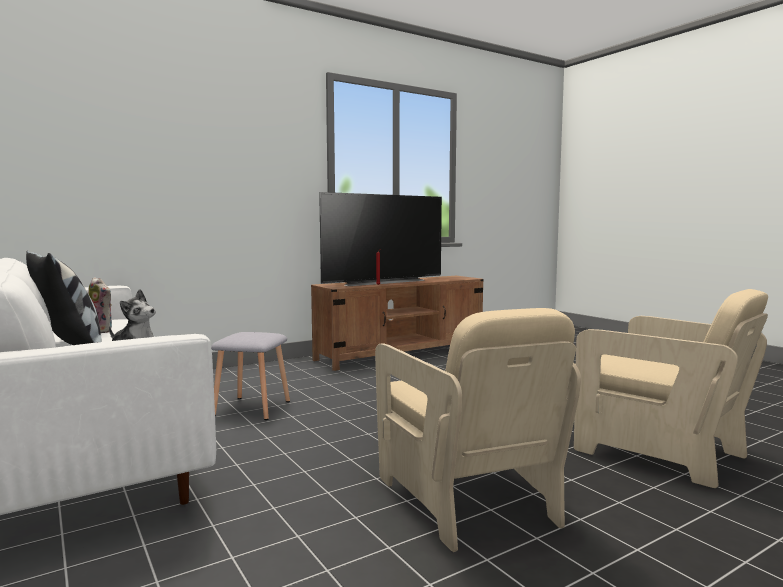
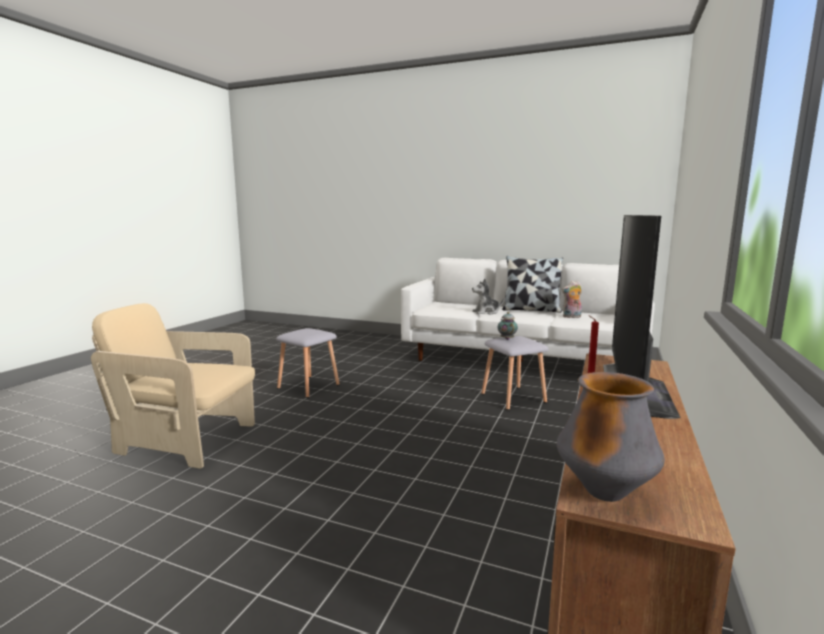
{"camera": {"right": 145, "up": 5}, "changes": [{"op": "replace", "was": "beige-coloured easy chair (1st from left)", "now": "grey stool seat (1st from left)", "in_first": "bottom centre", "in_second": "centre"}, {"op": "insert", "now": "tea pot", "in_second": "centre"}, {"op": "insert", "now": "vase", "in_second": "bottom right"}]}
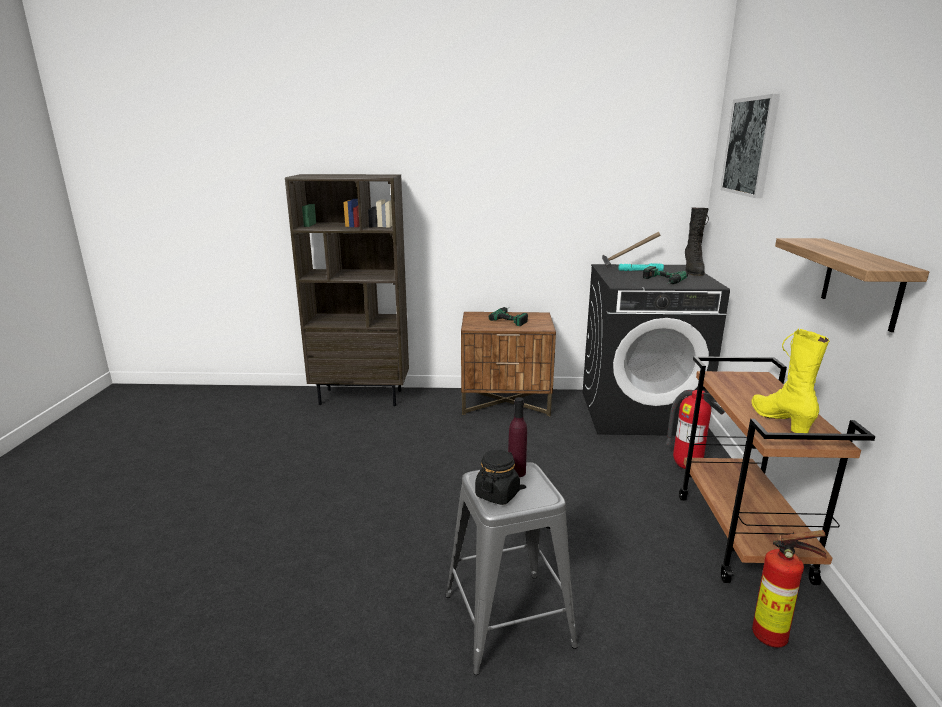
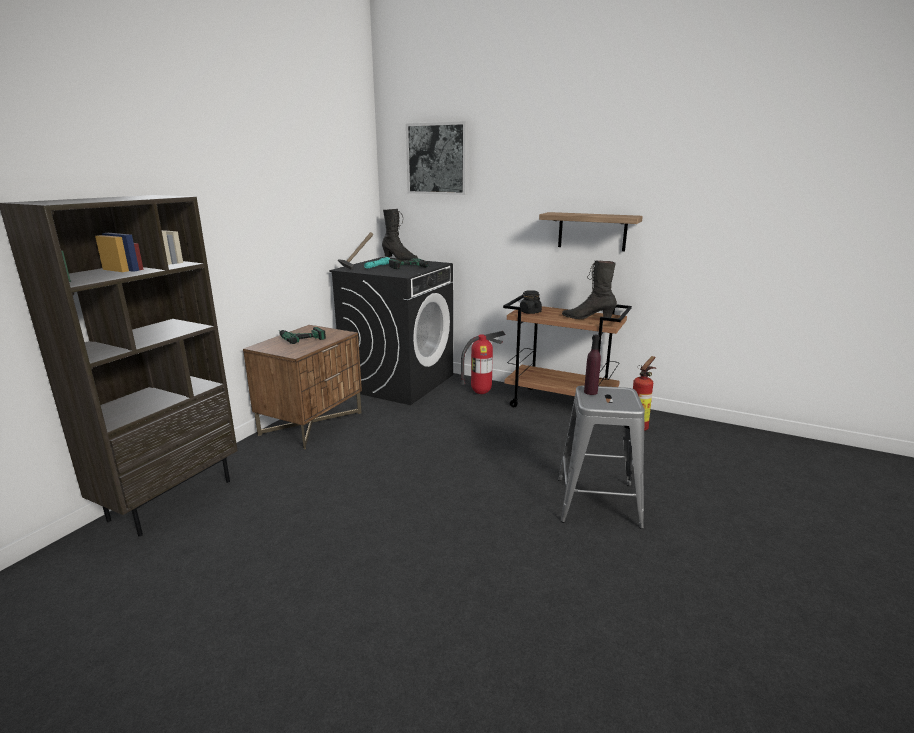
{"camera": {"right": -65, "up": 0}, "changes": [{"op": "move", "was": "black preserve jar", "in_first": "bottom centre", "in_second": "centre"}, {"op": "recolor", "was": "yellow-coloured boot", "now": "black boot (2nd from left)", "in_first": "middle right", "in_second": "centre"}]}
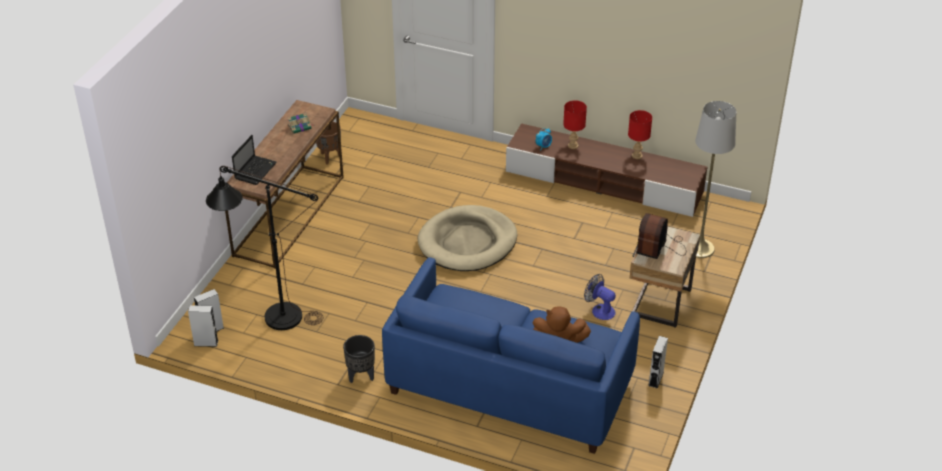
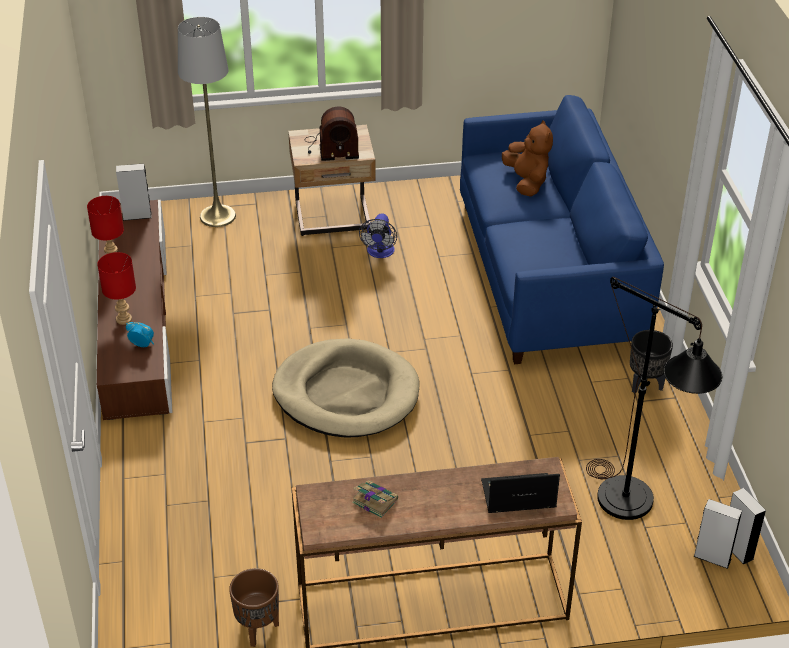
{"camera": {"right": -120, "up": 0}, "changes": [{"op": "move", "was": "grey loudspeaker (3rd from left in the first image)", "now": "grey loudspeaker (1st from left)", "in_first": "bottom right", "in_second": "top left"}]}
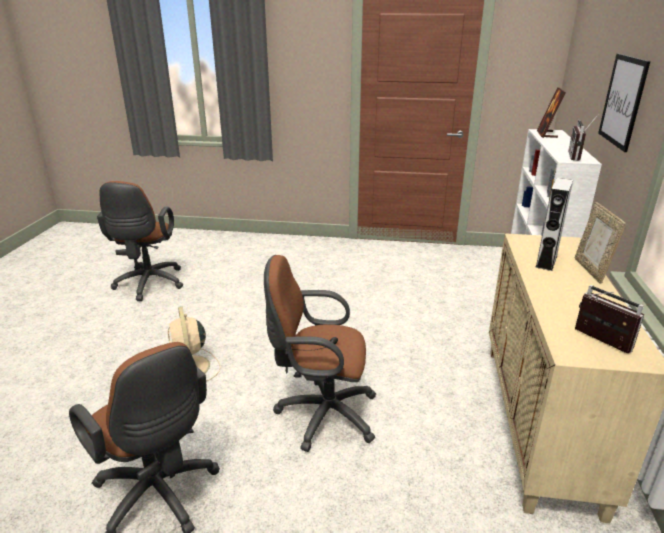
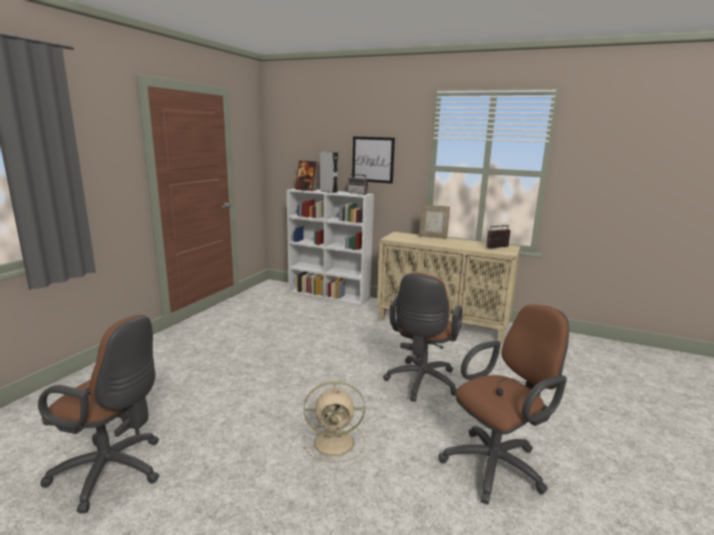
{"camera": {"right": -75, "up": -10}, "changes": [{"op": "move", "was": "grey loudspeaker", "in_first": "middle right", "in_second": "top centre"}]}
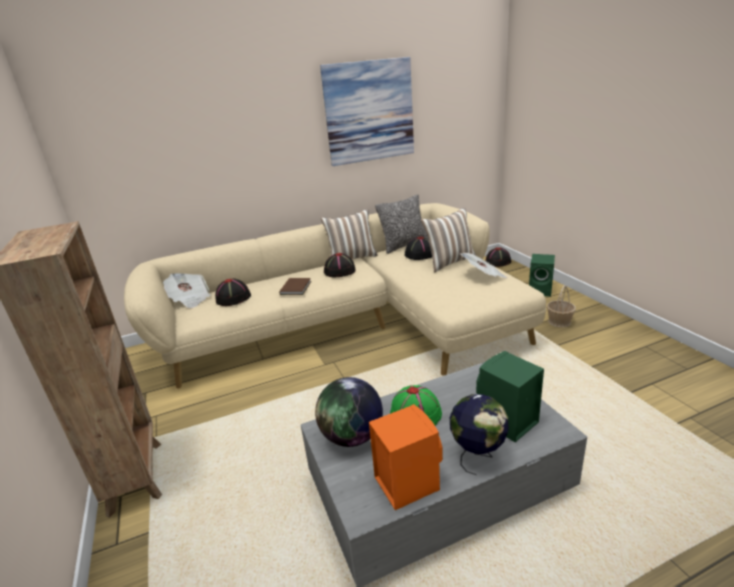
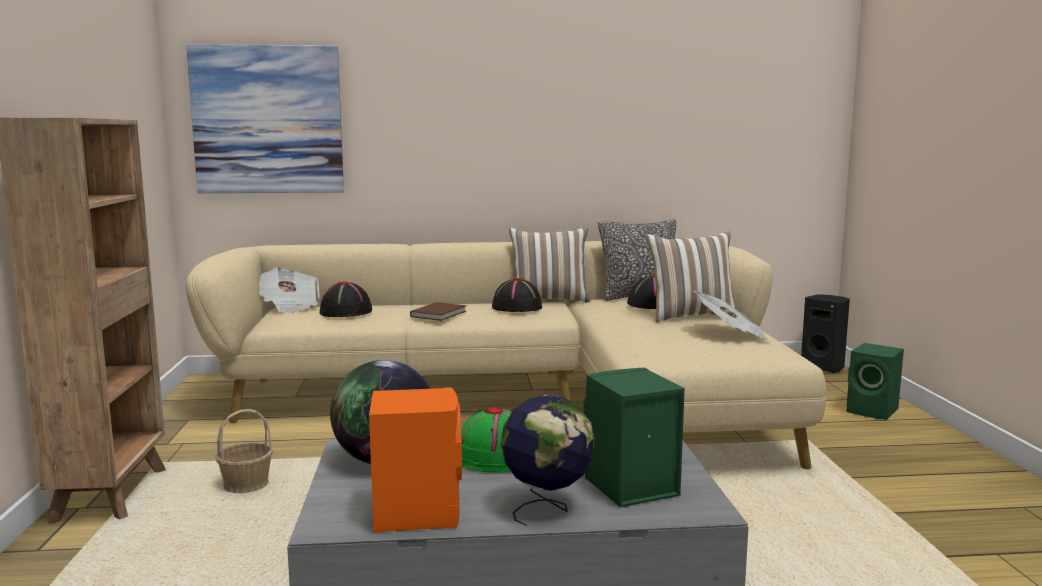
{"camera": {"right": 15, "up": -15}, "changes": [{"op": "move", "was": "wall art", "in_first": "top centre", "in_second": "top left"}, {"op": "replace", "was": "black hat (4th from left)", "now": "black loudspeaker", "in_first": "middle right", "in_second": "middle right"}, {"op": "move", "was": "storage basket", "in_first": "middle right", "in_second": "bottom left"}]}
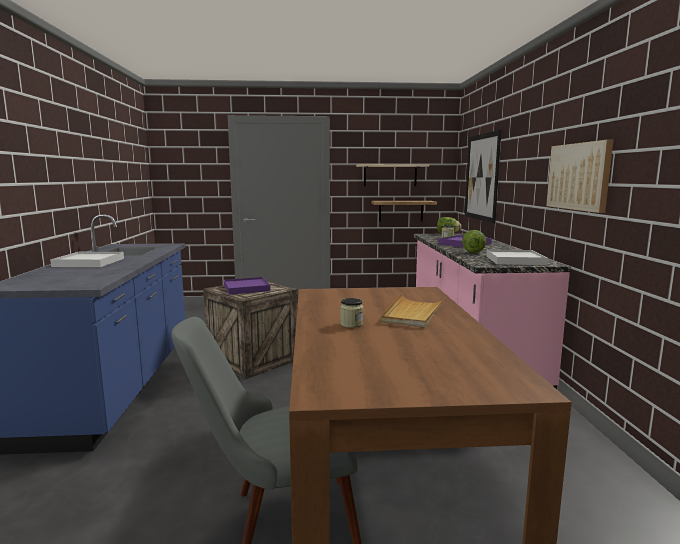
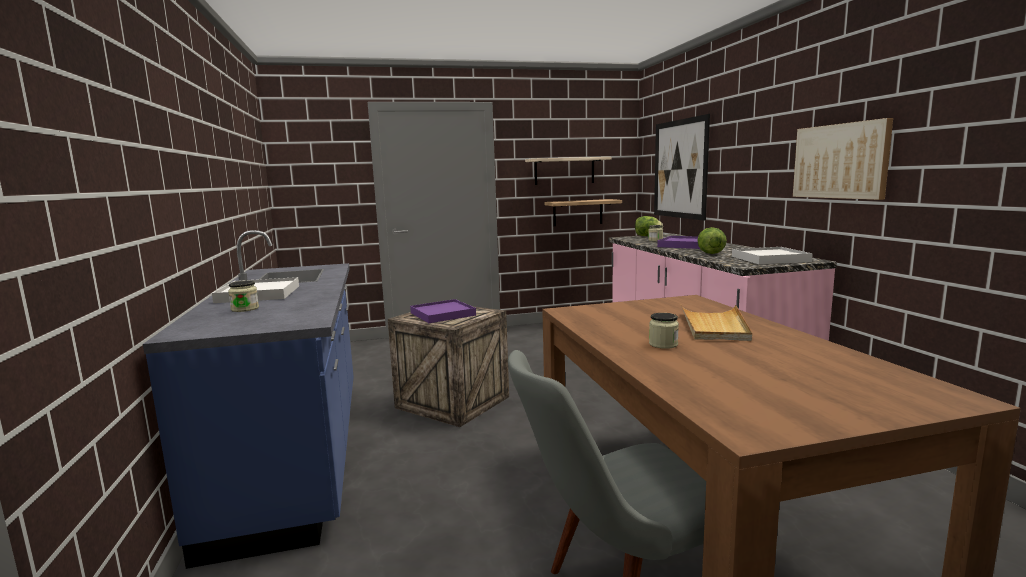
{"camera": {"right": -10, "up": 0}, "changes": [{"op": "insert", "now": "preserve jar (1st from left)", "in_second": "middle left"}]}
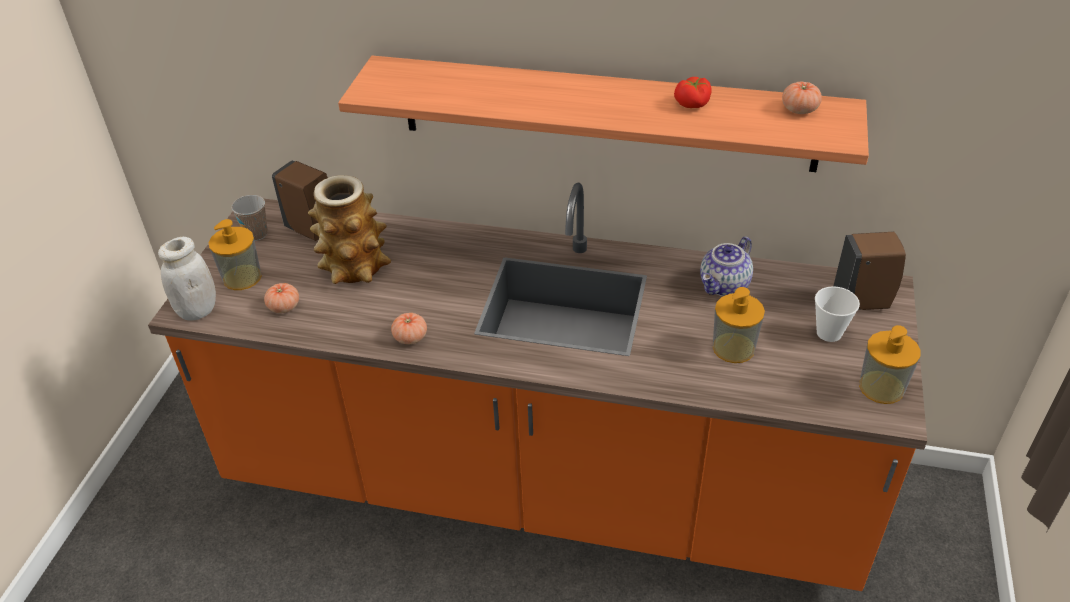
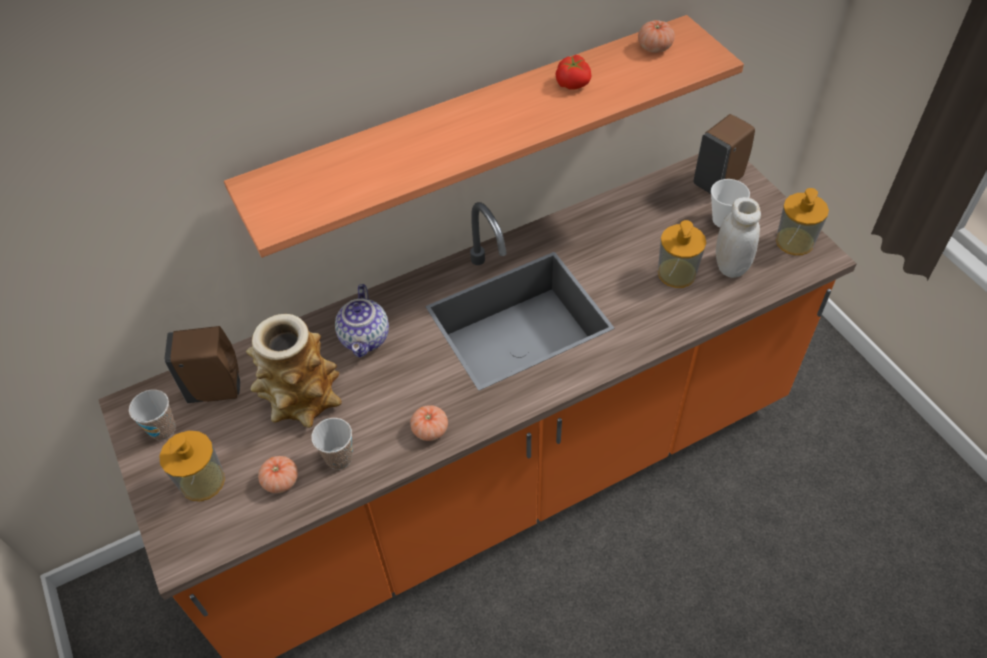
{"camera": {"right": -40, "up": 10}, "changes": [{"op": "move", "was": "white-coloured preserve jar", "in_first": "middle left", "in_second": "middle right"}, {"op": "move", "was": "tea pot", "in_first": "middle right", "in_second": "centre"}, {"op": "insert", "now": "cup (2nd from left)", "in_second": "bottom centre"}]}
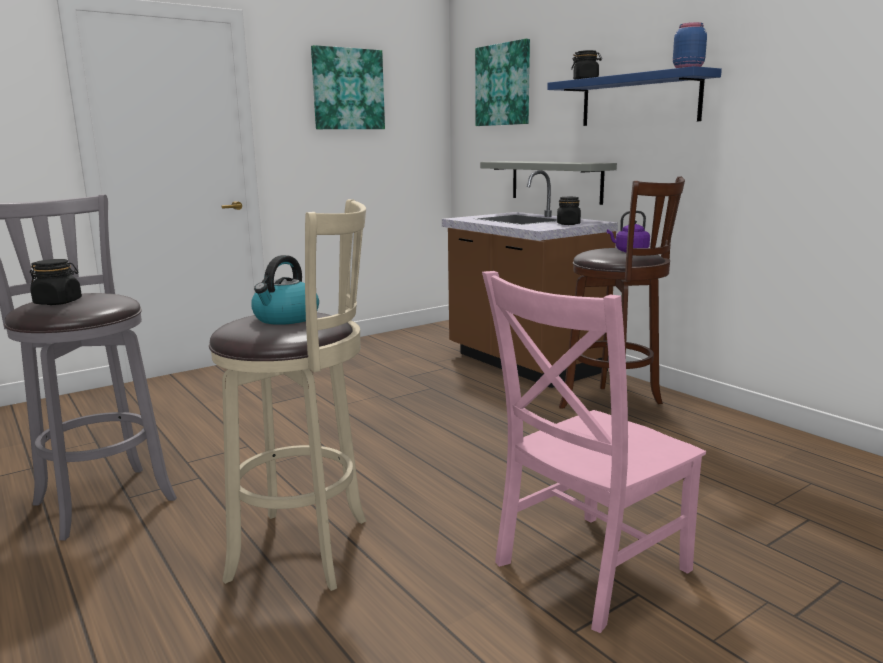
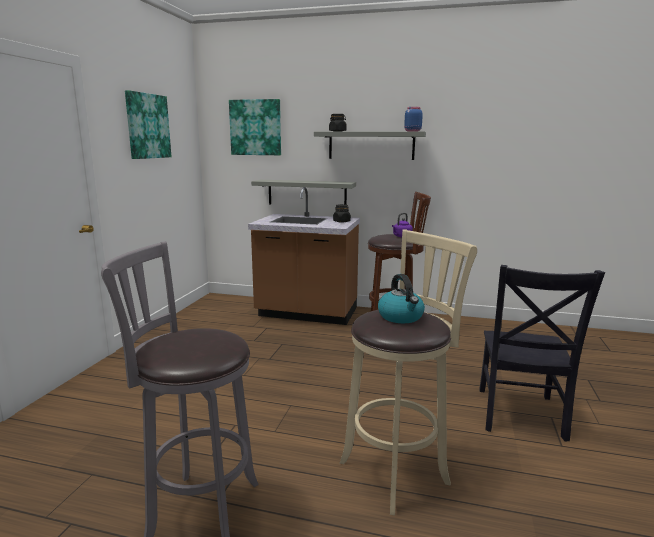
{"camera": {"right": -40, "up": 0}, "changes": [{"op": "delete", "was": "black preserve jar (1st from left)", "in_first": "middle left"}, {"op": "recolor", "was": "pink chair", "now": "black chair", "in_first": "bottom right", "in_second": "middle right"}, {"op": "recolor", "was": "blue-coloured bracket shelf", "now": "grey bracket shelf (2nd from left)", "in_first": "top right", "in_second": "top centre"}]}
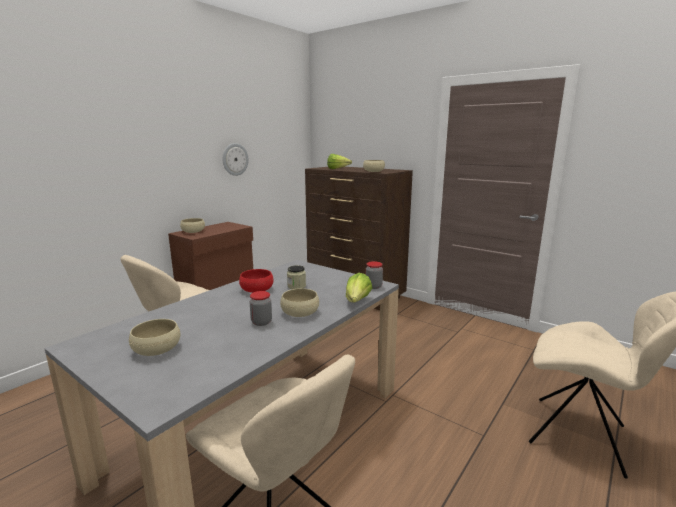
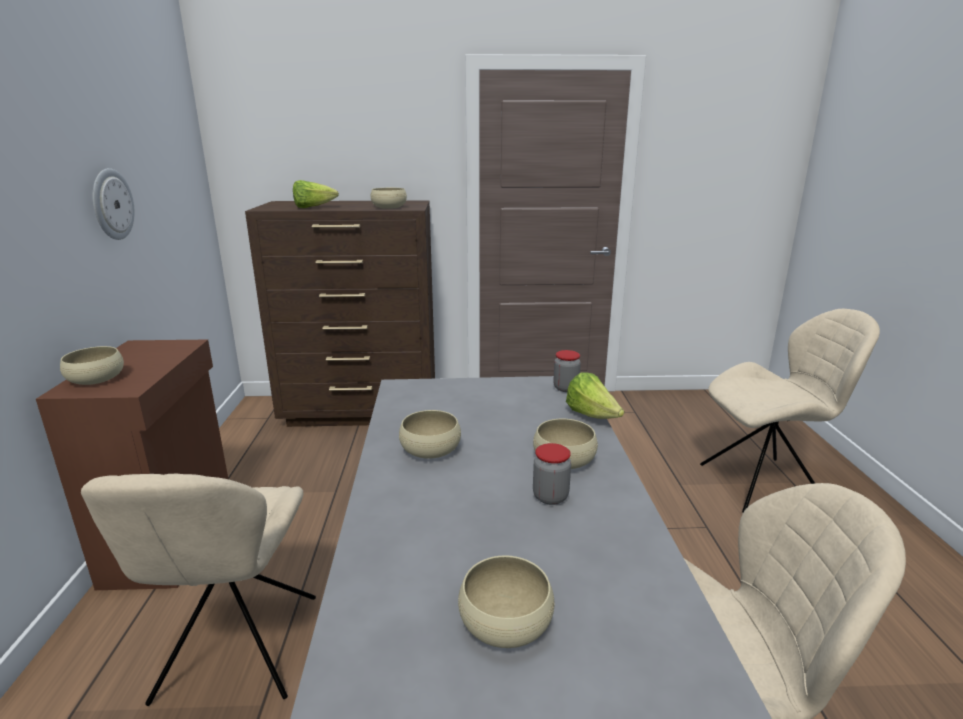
{"camera": {"right": -40, "up": 5}, "changes": [{"op": "recolor", "was": "reddish deep dish", "now": "beige-coloured deep dish (3rd from left)", "in_first": "centre", "in_second": "centre"}, {"op": "delete", "was": "preserve jar (2nd from left)", "in_first": "centre"}]}
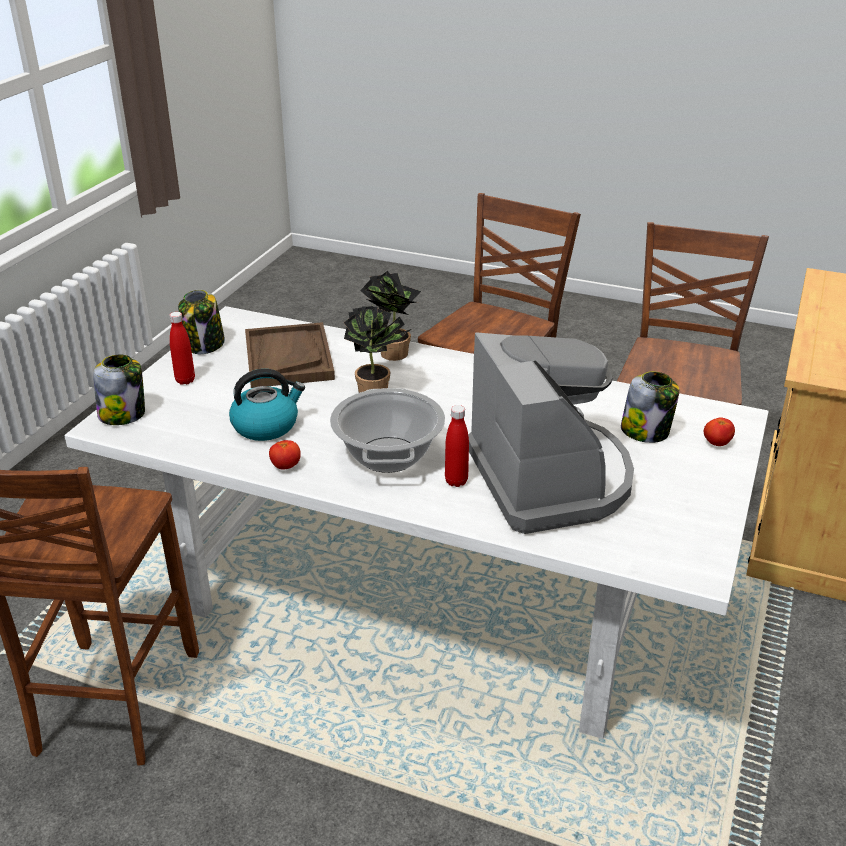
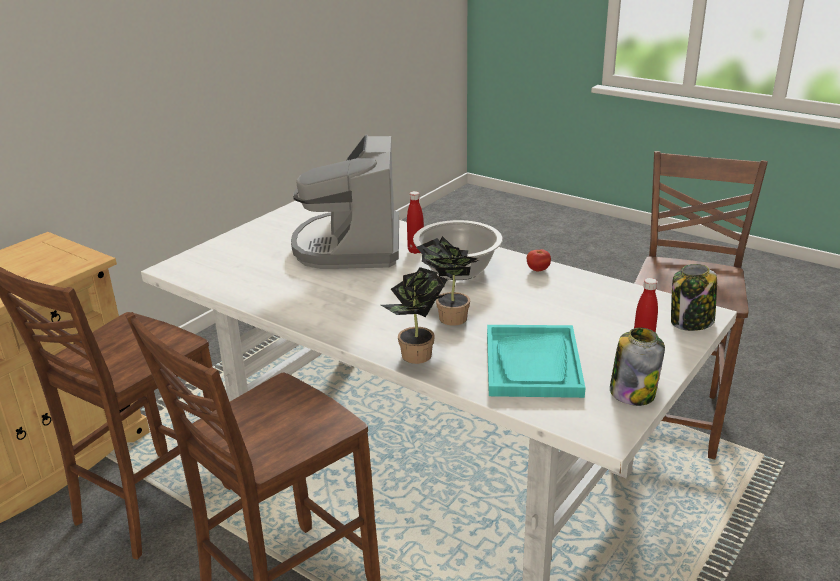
{"camera": {"right": -165, "up": -5}, "changes": [{"op": "delete", "was": "water kettle", "in_first": "middle left"}, {"op": "recolor", "was": "brown tray", "now": "turquoise tray", "in_first": "centre", "in_second": "centre"}, {"op": "delete", "was": "preserve jar (3rd from left)", "in_first": "middle right"}, {"op": "delete", "was": "tomato (2nd from left)", "in_first": "middle right"}]}
